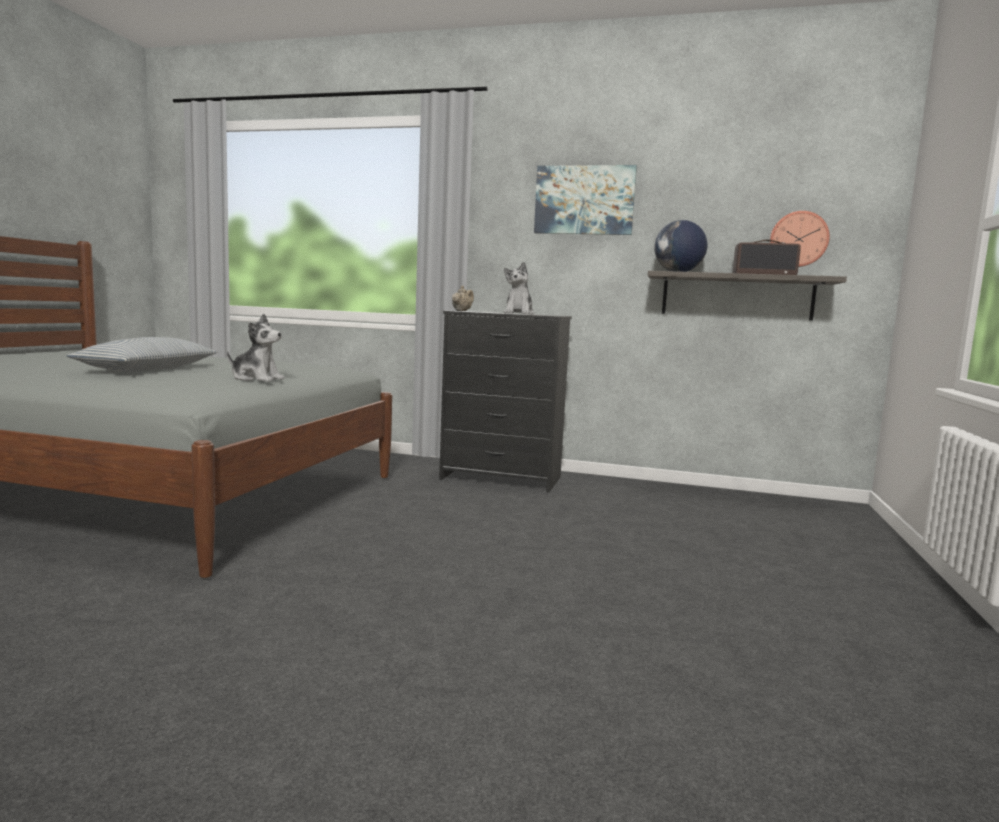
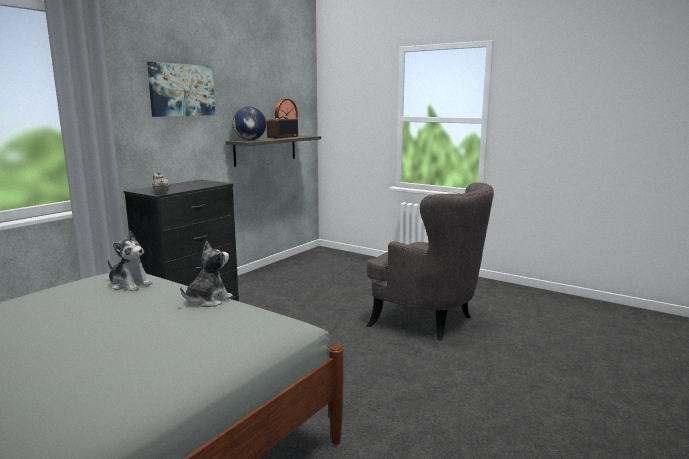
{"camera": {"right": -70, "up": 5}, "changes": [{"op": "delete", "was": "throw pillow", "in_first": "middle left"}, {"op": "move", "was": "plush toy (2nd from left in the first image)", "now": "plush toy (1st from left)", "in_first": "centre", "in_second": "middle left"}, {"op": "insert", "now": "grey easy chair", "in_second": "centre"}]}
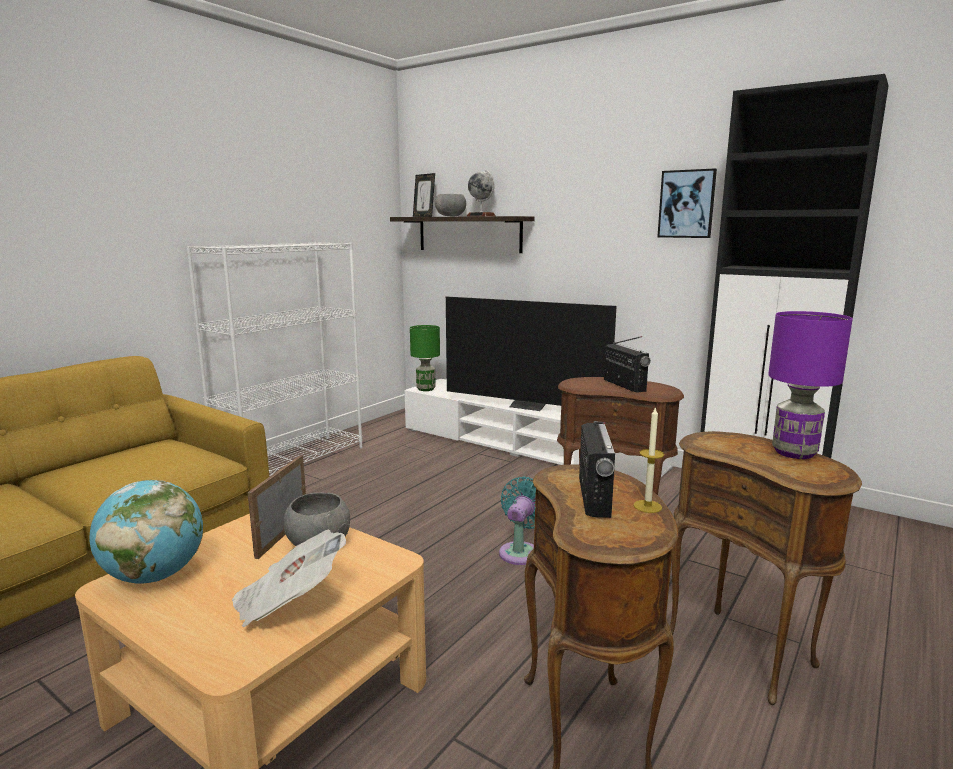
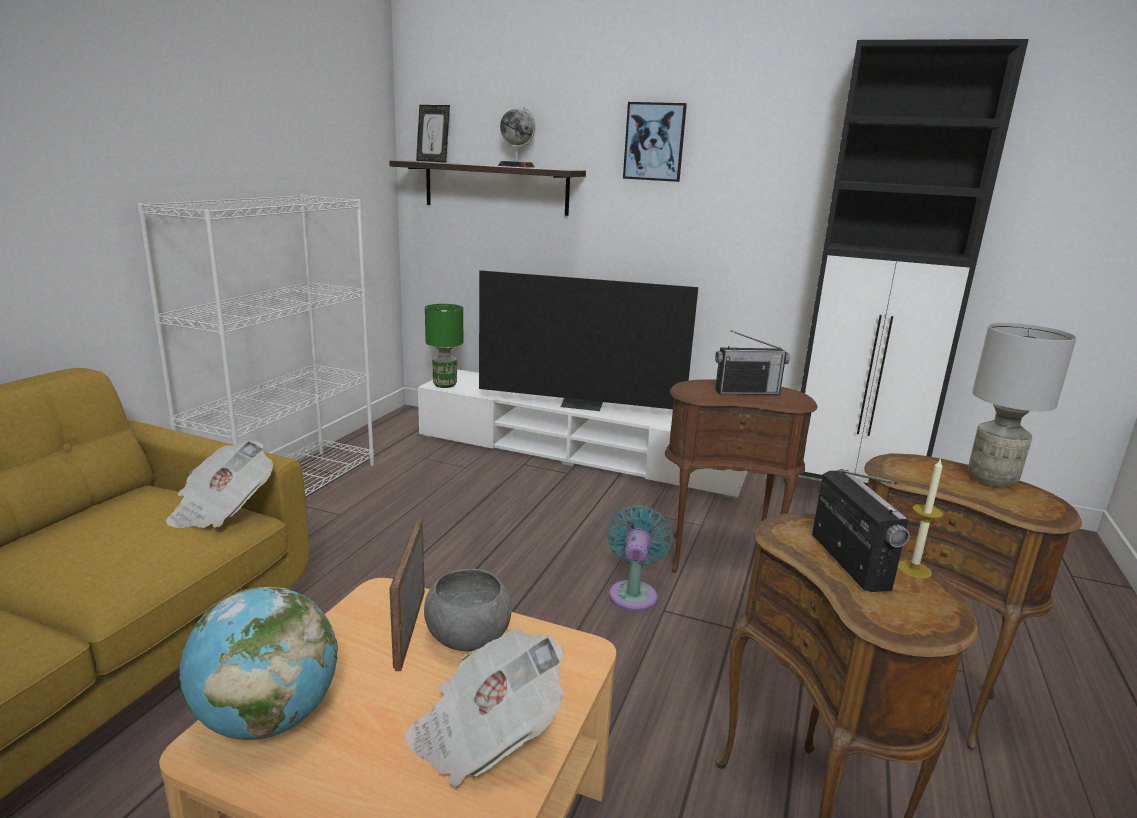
{"camera": {"right": -15, "up": 5}, "changes": [{"op": "delete", "was": "grey deep dish (2nd from left)", "in_first": "top centre"}, {"op": "rotate", "was": "radio set (2nd from left in the first image)", "in_first": "centre", "in_second": "centre", "clockwise": 120}, {"op": "move", "was": "wall art", "in_first": "top right", "in_second": "top centre"}, {"op": "recolor", "was": "purplish tabletop lamp", "now": "grey tabletop lamp", "in_first": "middle right", "in_second": "middle right"}, {"op": "insert", "now": "newspaper (1st from left)", "in_second": "middle left"}]}
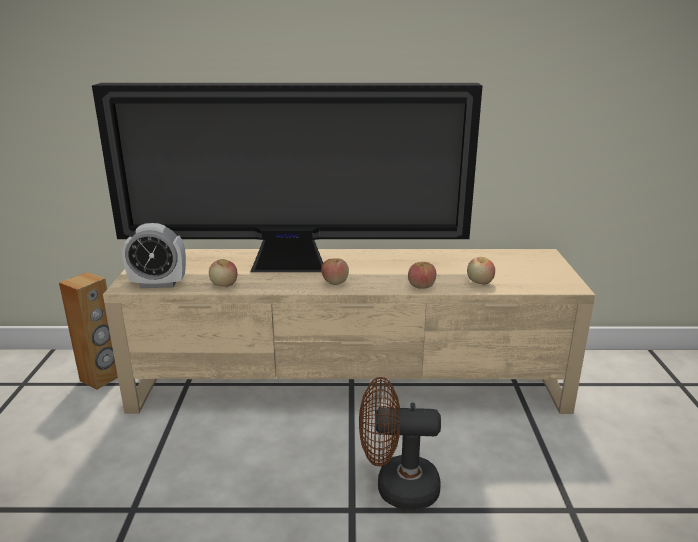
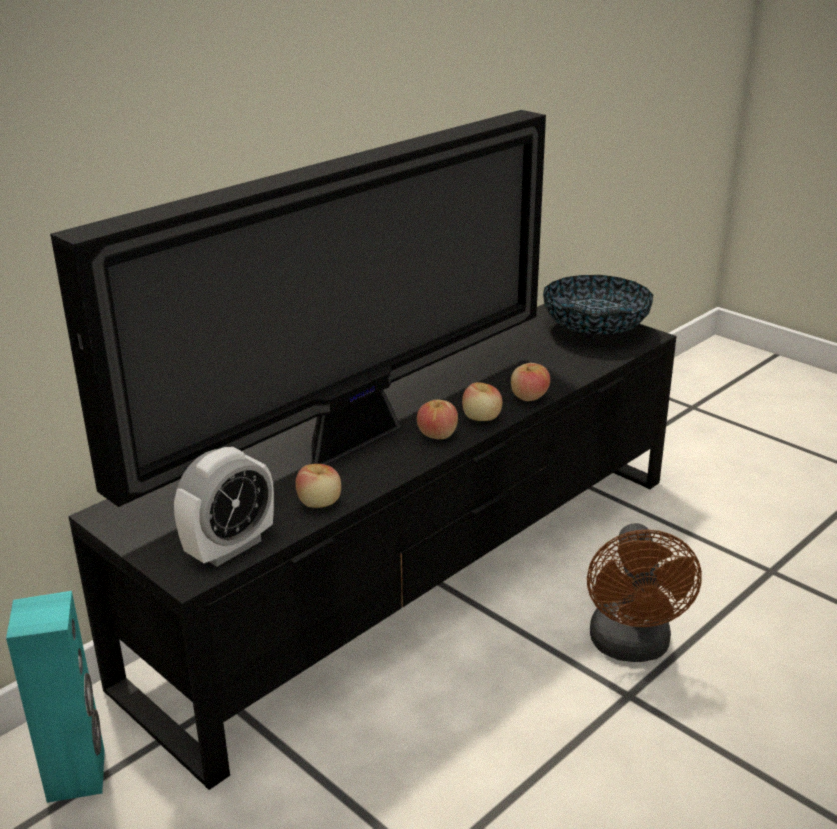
{"camera": {"right": -45, "up": 5}, "changes": [{"op": "recolor", "was": "brown loudspeaker", "now": "turquoise loudspeaker", "in_first": "middle left", "in_second": "bottom left"}, {"op": "recolor", "was": "beige-coloured media console", "now": "black media console", "in_first": "centre", "in_second": "centre"}, {"op": "rotate", "was": "brown fan", "in_first": "bottom centre", "in_second": "bottom right", "clockwise": -45}, {"op": "move", "was": "apple (4th from left in the first image)", "now": "apple (3rd from left)", "in_first": "middle right", "in_second": "centre"}, {"op": "insert", "now": "deep dish", "in_second": "middle right"}]}
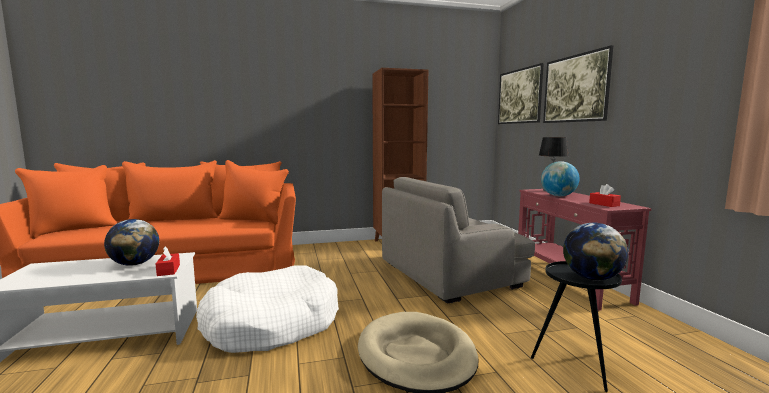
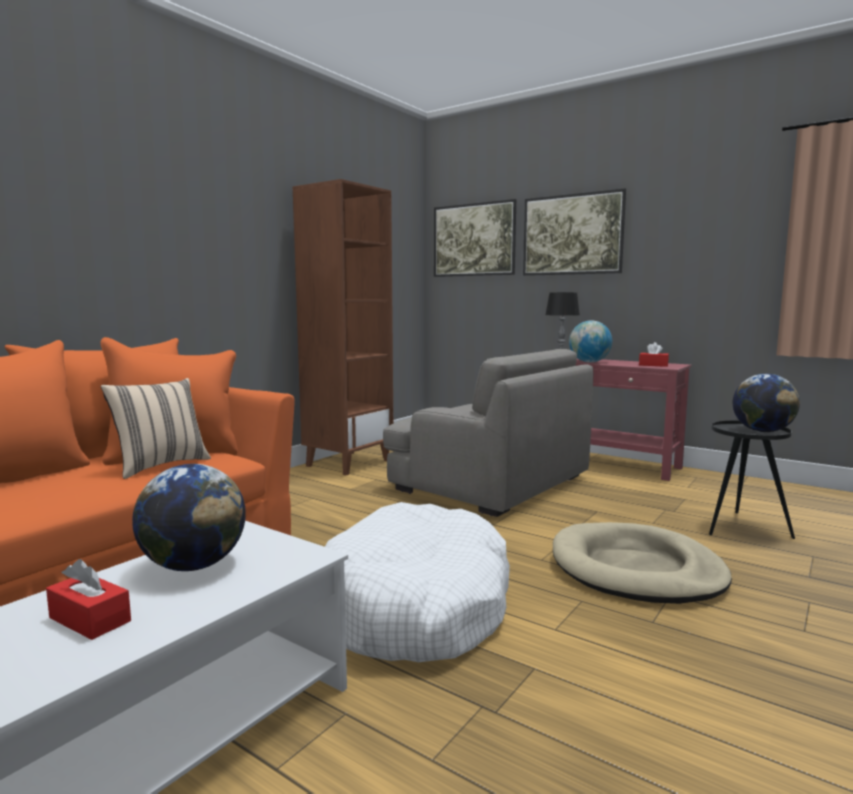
{"camera": {"right": -40, "up": 0}, "changes": [{"op": "move", "was": "reddish tissue box (1st from left)", "in_first": "middle left", "in_second": "bottom left"}, {"op": "rotate", "was": "grey easy chair", "in_first": "centre", "in_second": "centre", "clockwise": -75}, {"op": "insert", "now": "beige-coloured throw pillow", "in_second": "middle left"}]}
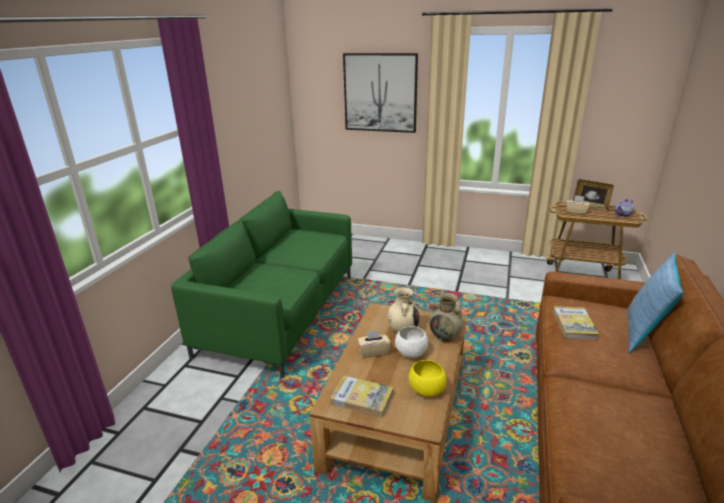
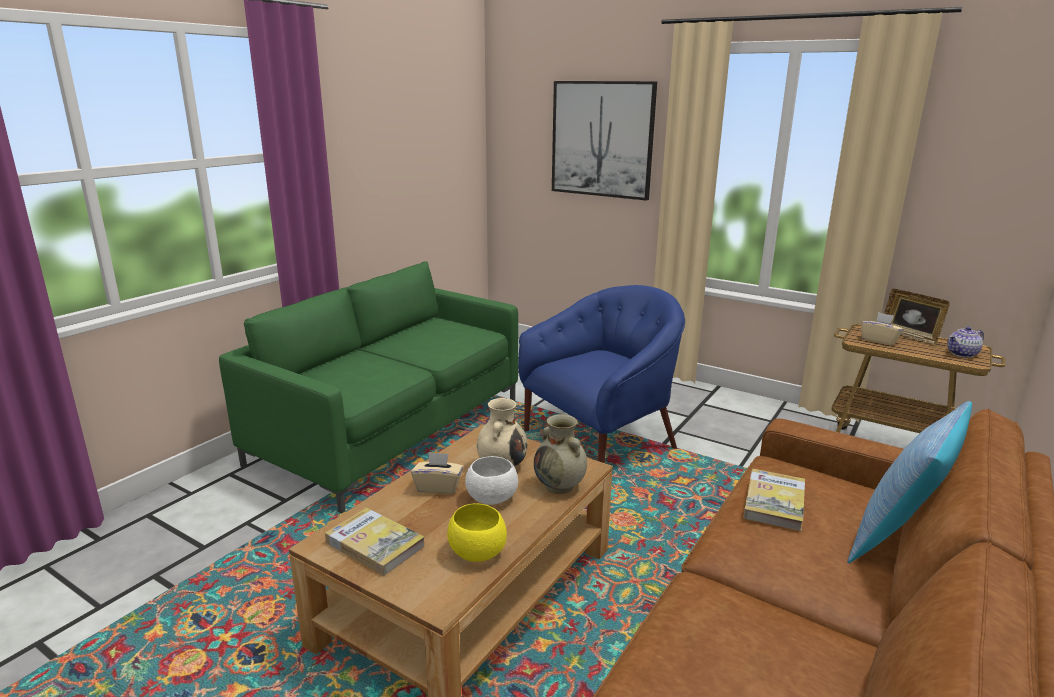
{"camera": {"right": 15, "up": -5}, "changes": [{"op": "insert", "now": "blue-coloured easy chair", "in_second": "centre"}]}
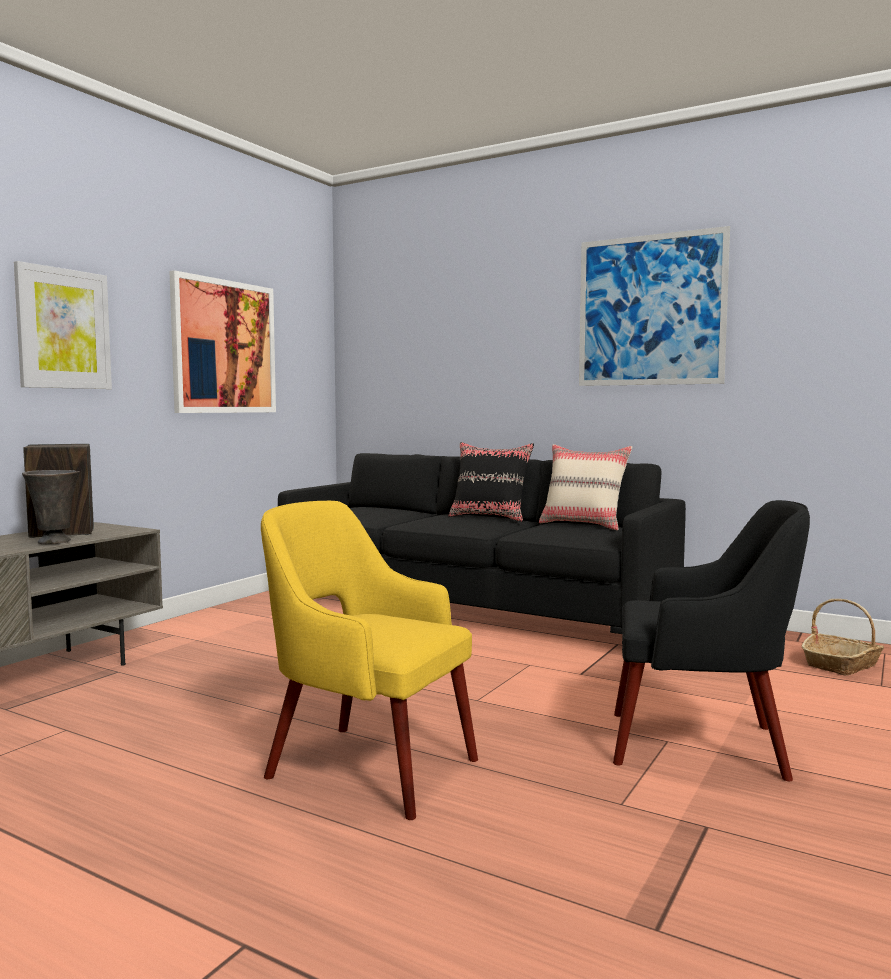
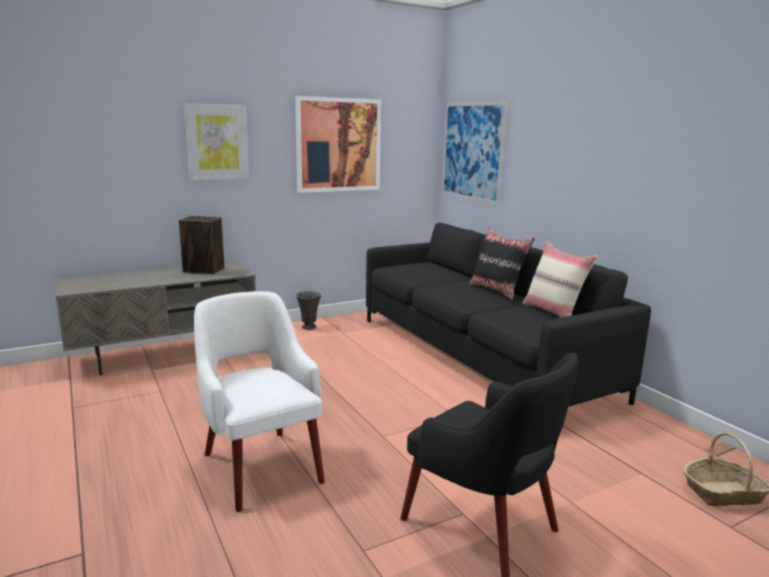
{"camera": {"right": 30, "up": 10}, "changes": [{"op": "move", "was": "grey vase", "in_first": "middle left", "in_second": "centre"}, {"op": "recolor", "was": "yellow-coloured easy chair", "now": "white-coloured easy chair", "in_first": "bottom centre", "in_second": "bottom centre"}, {"op": "move", "was": "wall art (3rd from left)", "in_first": "top right", "in_second": "top centre"}]}
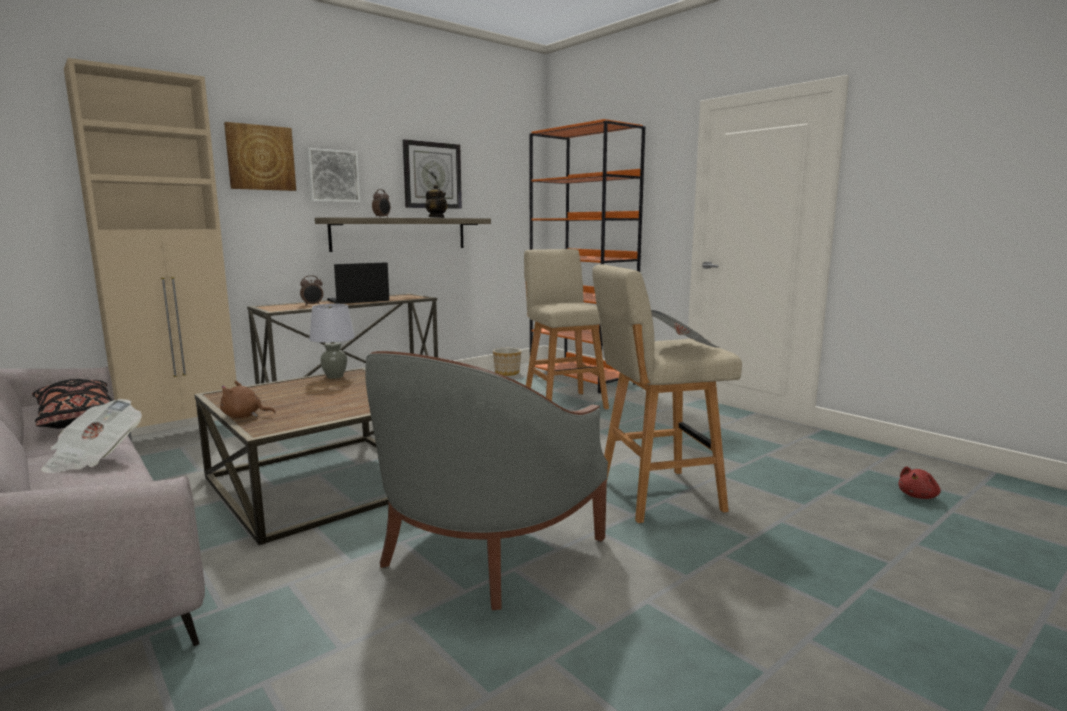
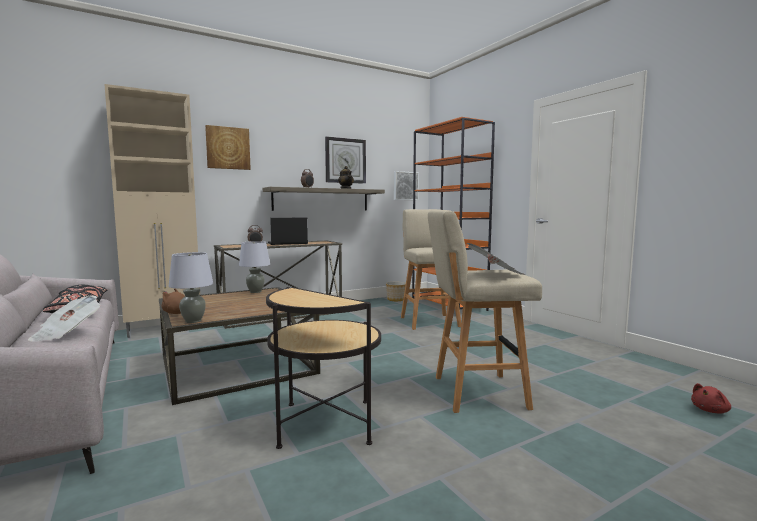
{"camera": {"right": 10, "up": -5}, "changes": [{"op": "move", "was": "wall art (2nd from left)", "in_first": "top left", "in_second": "centre"}, {"op": "replace", "was": "grey easy chair", "now": "end table", "in_first": "bottom centre", "in_second": "bottom centre"}, {"op": "insert", "now": "grey tabletop lamp (1st from left)", "in_second": "middle left"}]}
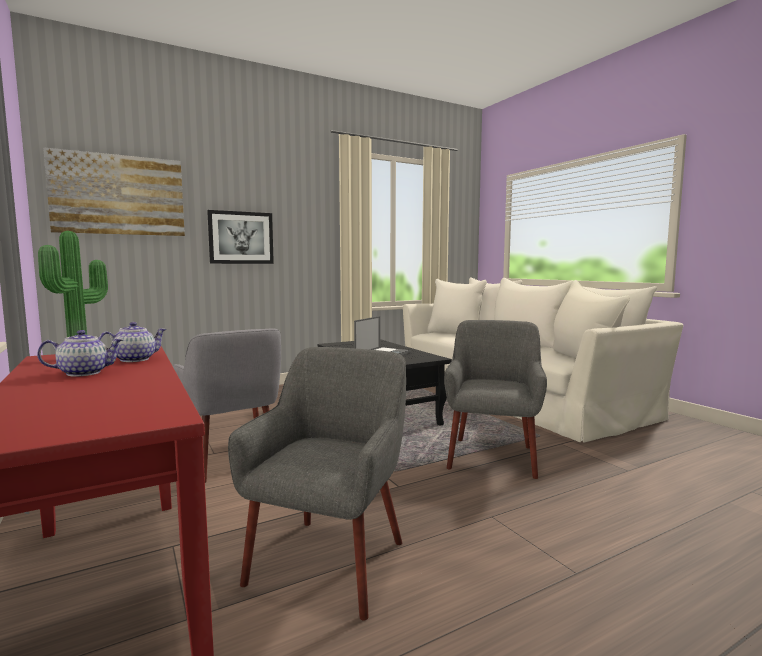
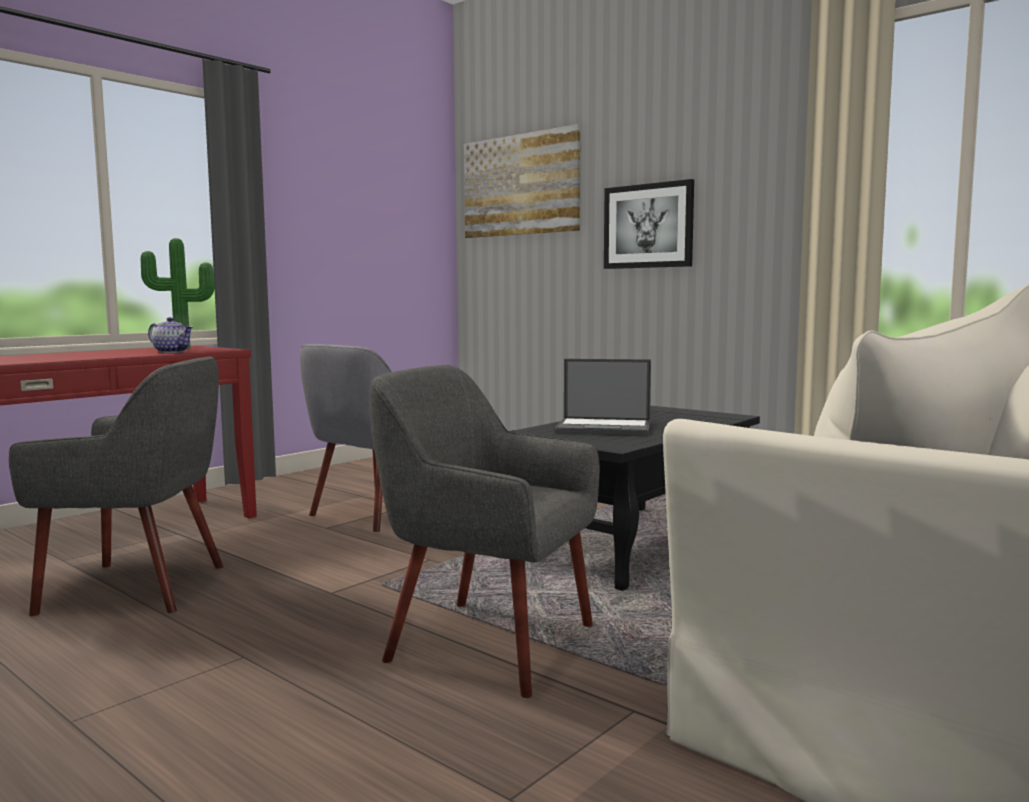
{"camera": {"right": 70, "up": 0}, "changes": [{"op": "delete", "was": "tea pot (1st from left)", "in_first": "middle left"}, {"op": "rotate", "was": "grey easy chair (3rd from left)", "in_first": "centre", "in_second": "centre", "clockwise": -150}]}
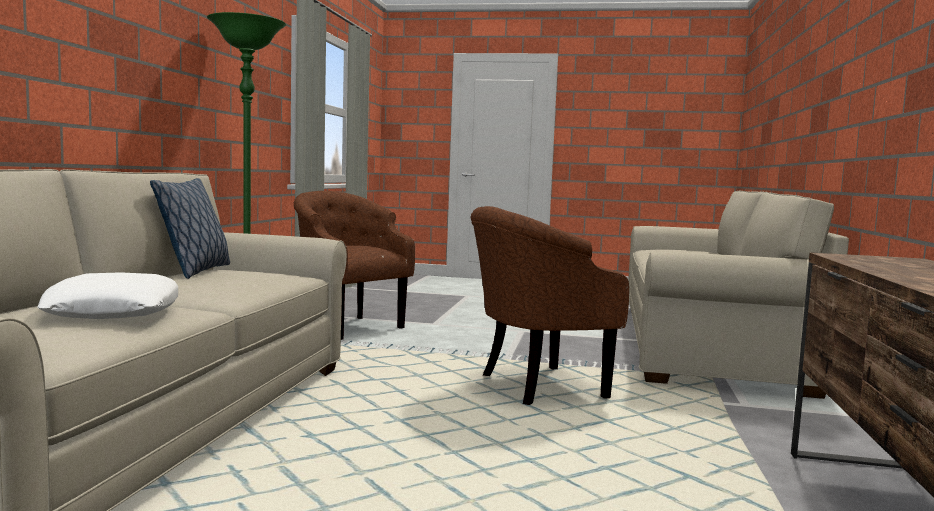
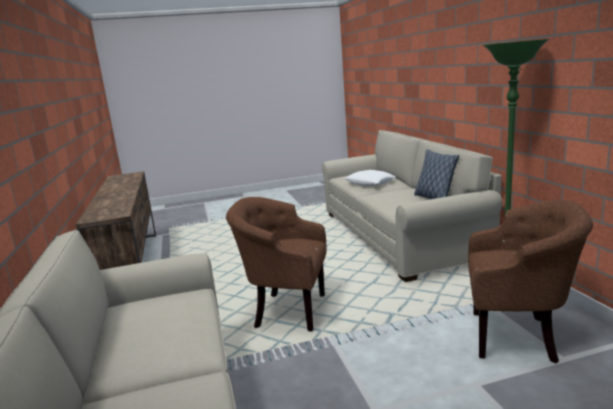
{"camera": {"right": 155, "up": 10}, "changes": [{"op": "rotate", "was": "brown easy chair (2nd from left in the first image)", "in_first": "centre", "in_second": "centre", "clockwise": -120}]}
